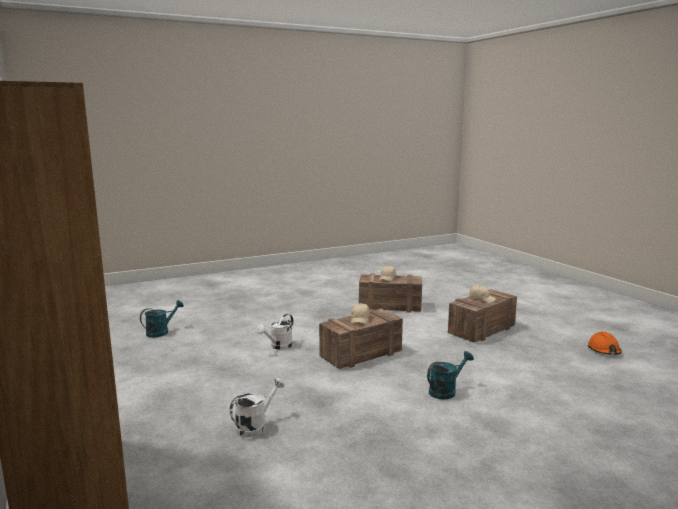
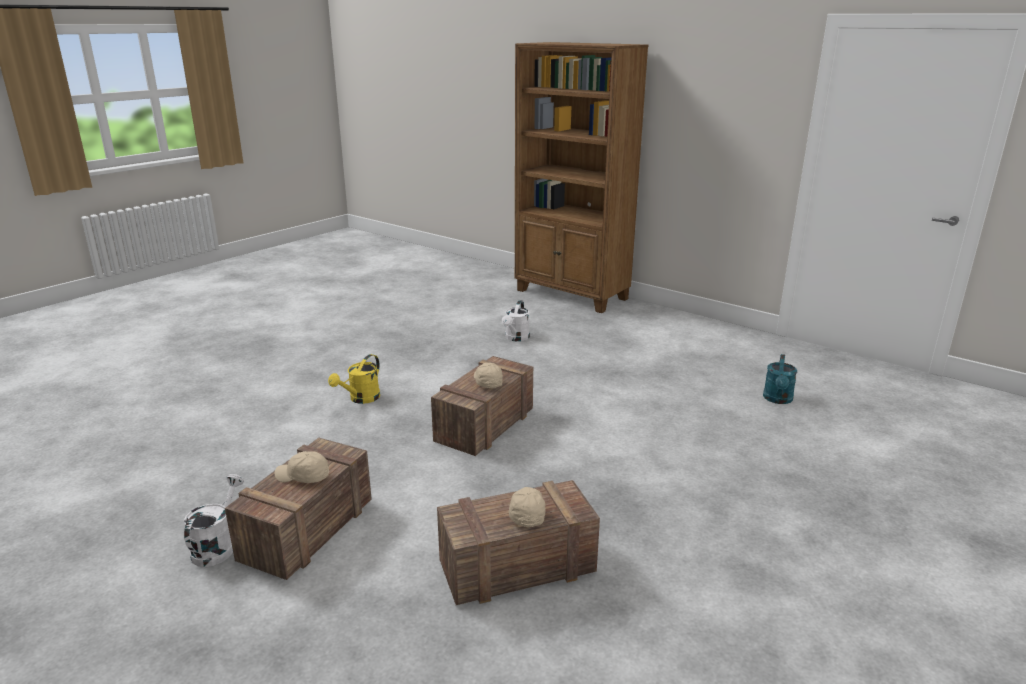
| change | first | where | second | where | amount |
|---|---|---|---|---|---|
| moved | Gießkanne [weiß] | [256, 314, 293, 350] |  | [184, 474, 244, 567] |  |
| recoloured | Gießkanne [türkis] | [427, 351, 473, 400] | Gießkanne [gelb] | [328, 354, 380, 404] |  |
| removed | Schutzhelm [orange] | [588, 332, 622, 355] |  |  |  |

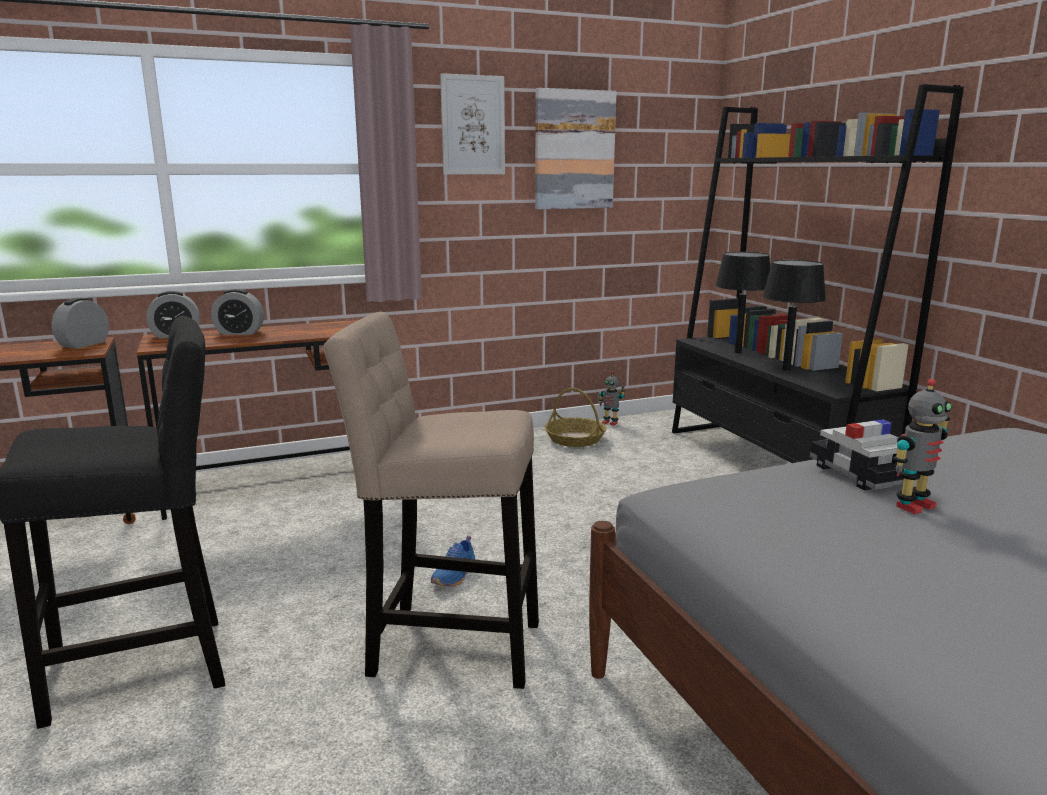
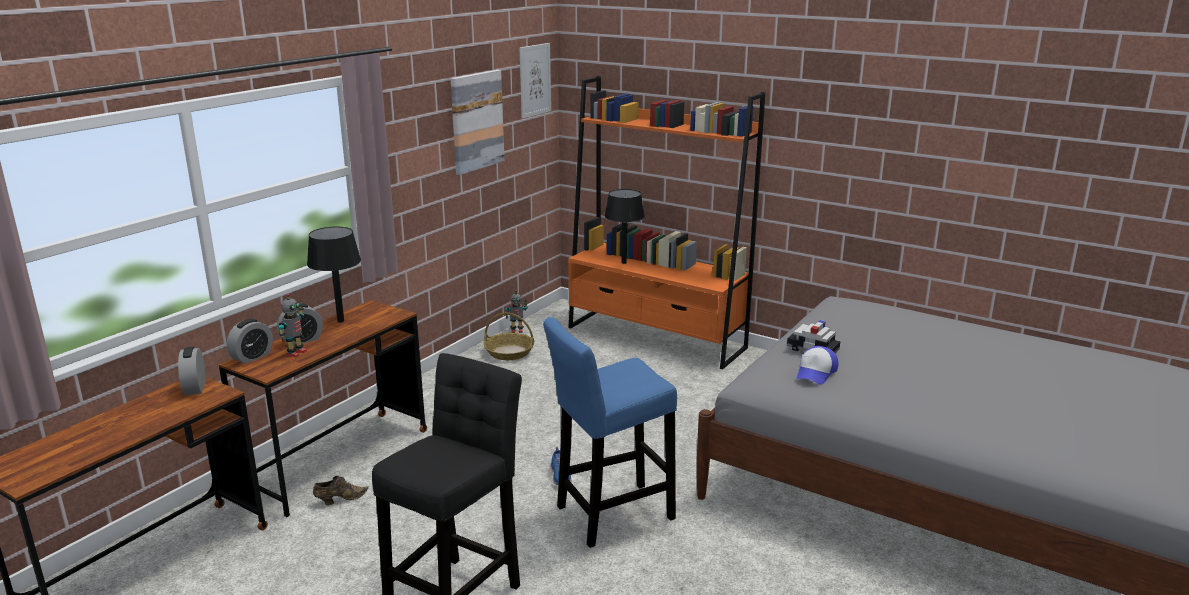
| change | first | where | second | where | amount |
|---|---|---|---|---|---|
| moved | Spielzeugroboter | [893, 379, 951, 514] |  | [279, 293, 307, 357] |  |
| moved | Tischlampe [schwarz] | [762, 260, 826, 371] |  | [307, 227, 361, 323] |  |
| added |  |  | Schuh [braun] | [313, 476, 369, 505] |  |
| moved | Bild | [440, 73, 505, 175] |  | [520, 43, 551, 118] |  |
| recoloured | Hocker [beige] | [324, 312, 539, 689] | Hocker [blau] | [543, 317, 677, 548] |  |
| recoloured | Bücherregal [schwarz] | [672, 84, 964, 463] | Bücherregal [orange] | [568, 76, 765, 370] |  |
| added |  |  | Kappe | [796, 346, 838, 384] |  |

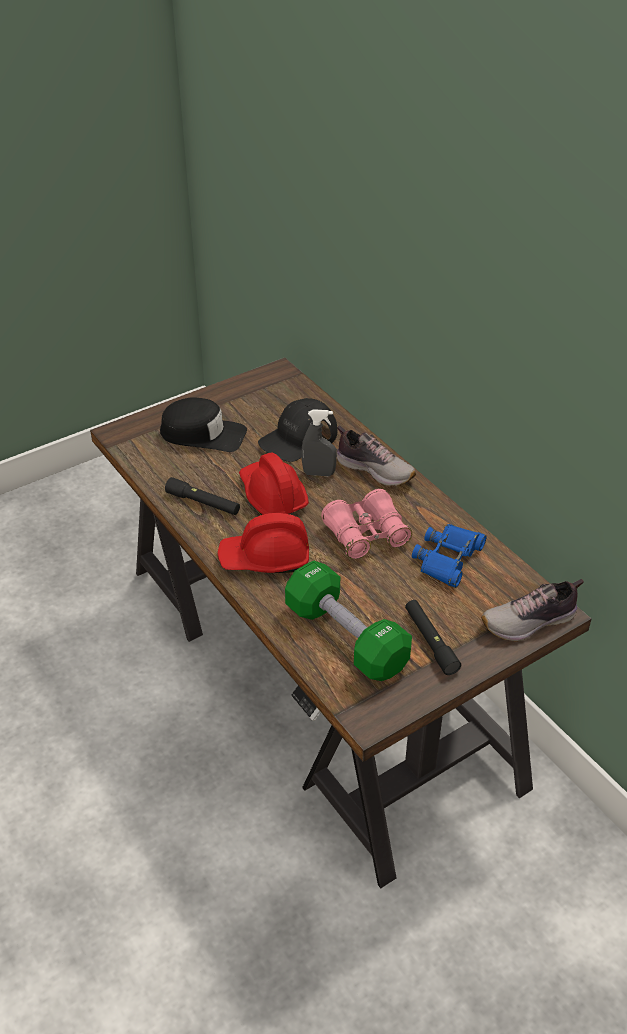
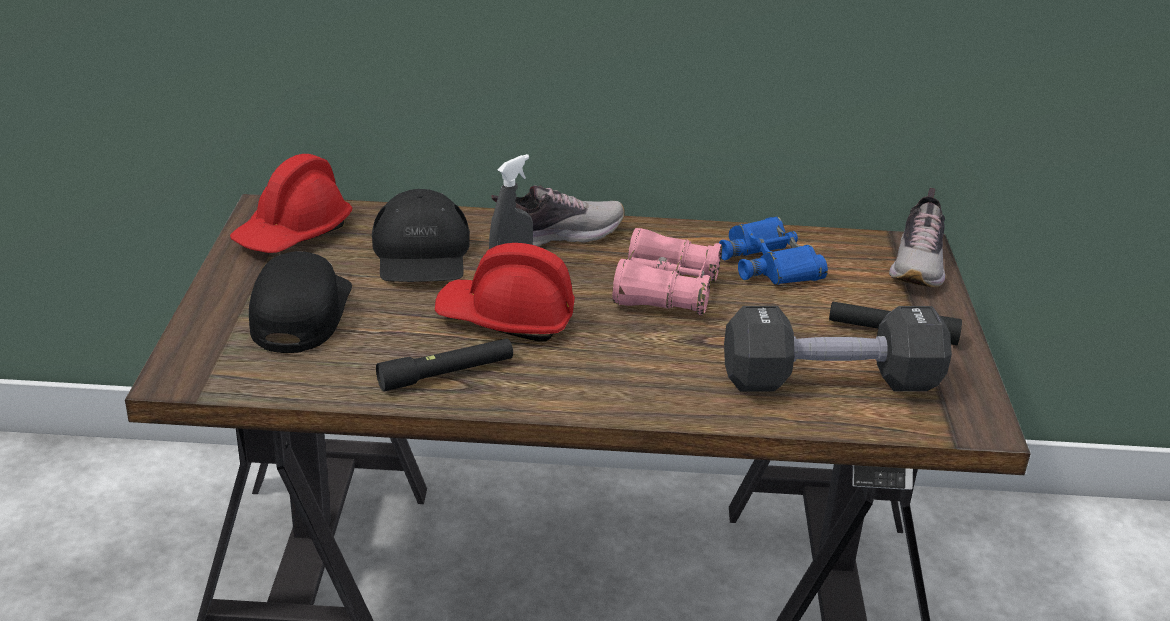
| change | first | where | second | where | amount |
|---|---|---|---|---|---|
| moved | Schutzhelm [rot] | [218, 513, 309, 573] |  | [230, 154, 353, 253] |  |
| turned | Kappe [schwarz] | [160, 397, 247, 452] |  | [249, 251, 352, 353] | 45 degrees counterclockwise |
| recoloured | Hantel [grün] | [285, 561, 412, 681] | Hantel [schwarz] | [724, 306, 952, 392] |  |

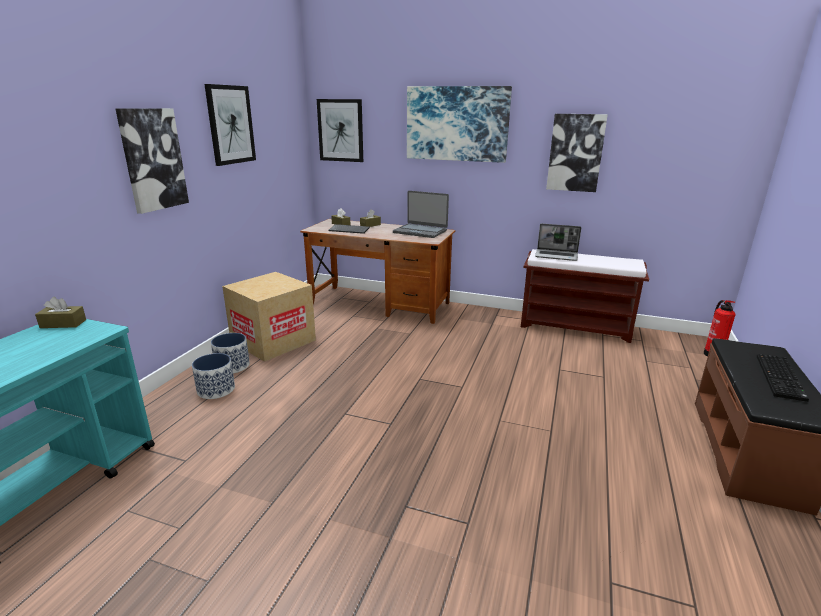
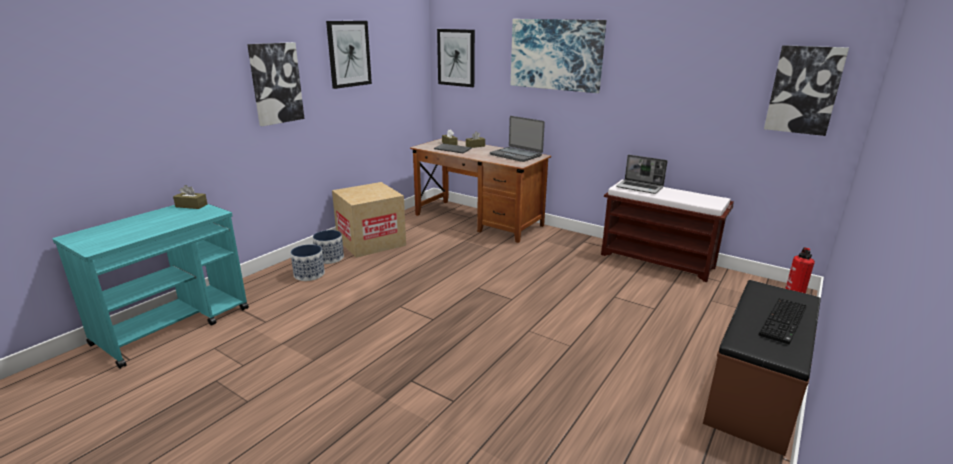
| change | first | where | second | where | amount |
|---|---|---|---|---|---|
| moved | Bild | [546, 114, 608, 192] |  | [764, 45, 849, 136] |  |

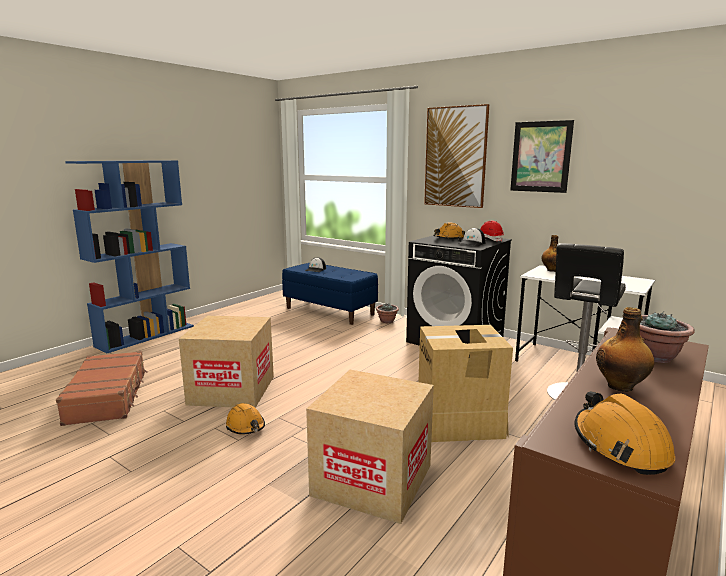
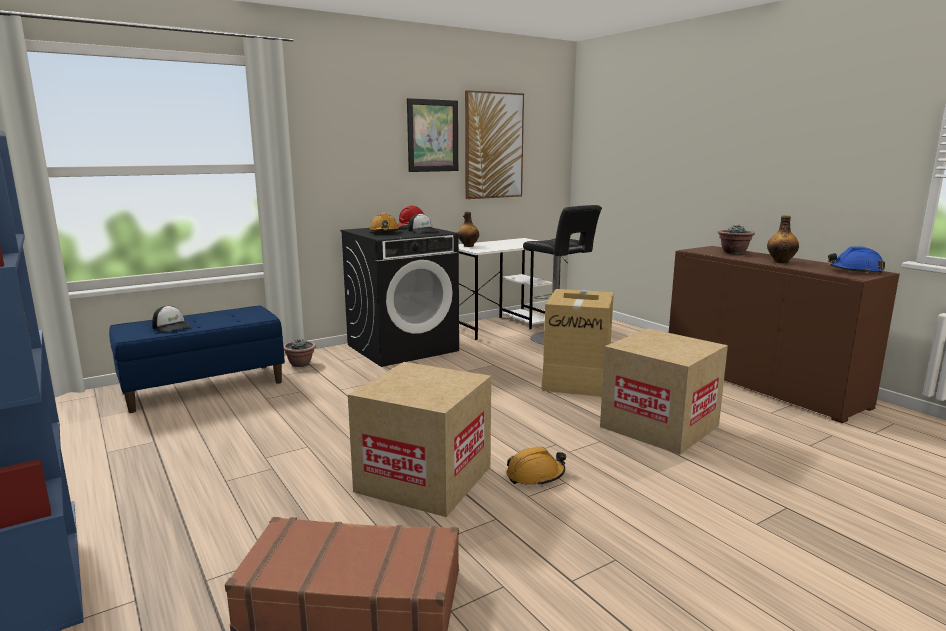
| change | first | where | second | where | amount |
|---|---|---|---|---|---|
| moved | Bild | [424, 104, 489, 208] |  | [465, 90, 524, 199] |  |
| recoloured | Schutzhelm [orange] | [574, 391, 675, 475] | Schutzhelm [blau] | [828, 246, 885, 274] |  |

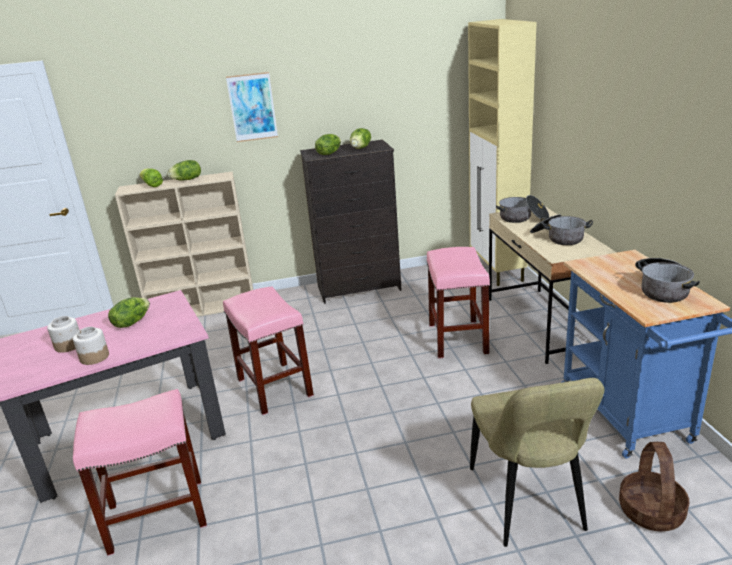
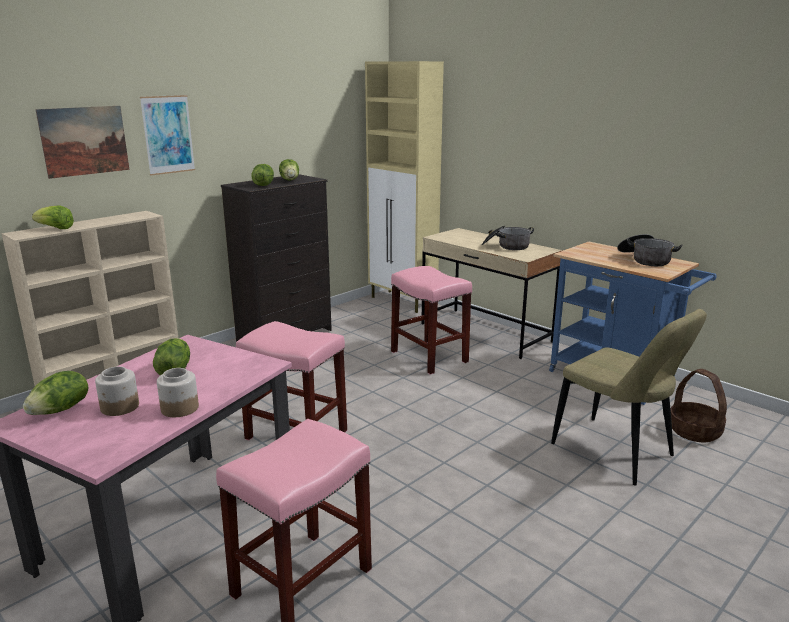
| change | first | where | second | where | amount |
|---|---|---|---|---|---|
| moved | Salatkopf | [167, 160, 201, 180] |  | [23, 371, 89, 415] |  |
| added |  |  | Bild | [35, 106, 129, 179] |  |
| removed | Kochtopf | [496, 195, 549, 223] |  |  |  |

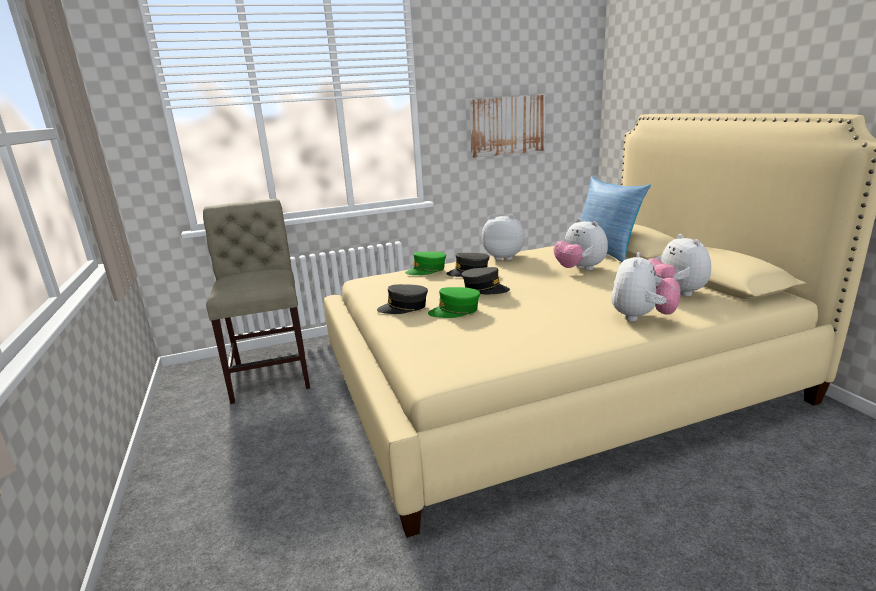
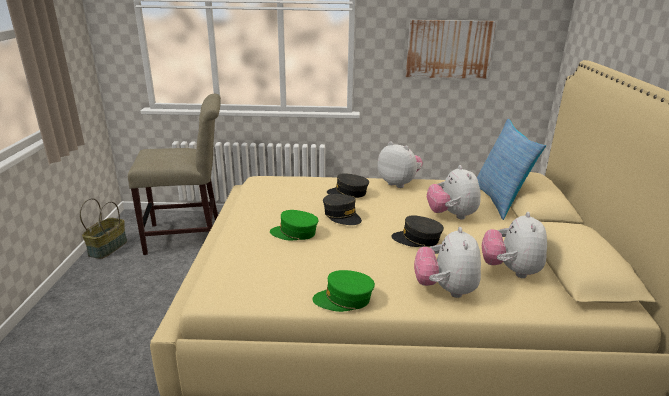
| change | first | where | second | where | amount |
|---|---|---|---|---|---|
| added |  |  | Korb | [80, 198, 127, 259] |  |
| turned | Stuhl [beige] | [203, 199, 310, 404] |  | [128, 94, 221, 255] | 75 degrees clockwise |
| moved | Kappe [grün] | [405, 252, 446, 275] |  | [313, 270, 375, 312] |  |
| moved | Kappe [grau] | [377, 284, 428, 314] |  | [391, 215, 444, 247] |  |
| turned | Plüschtier | [611, 252, 681, 321] |  | [414, 227, 481, 298] | 135 degrees clockwise |

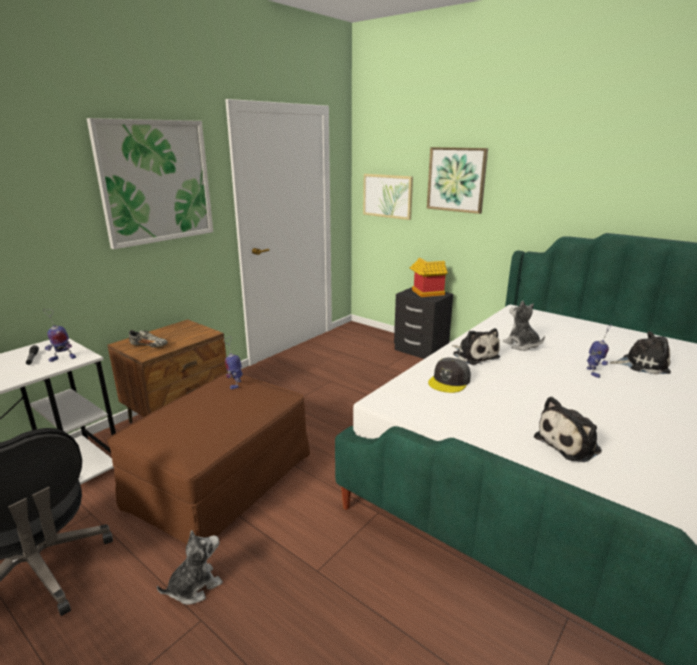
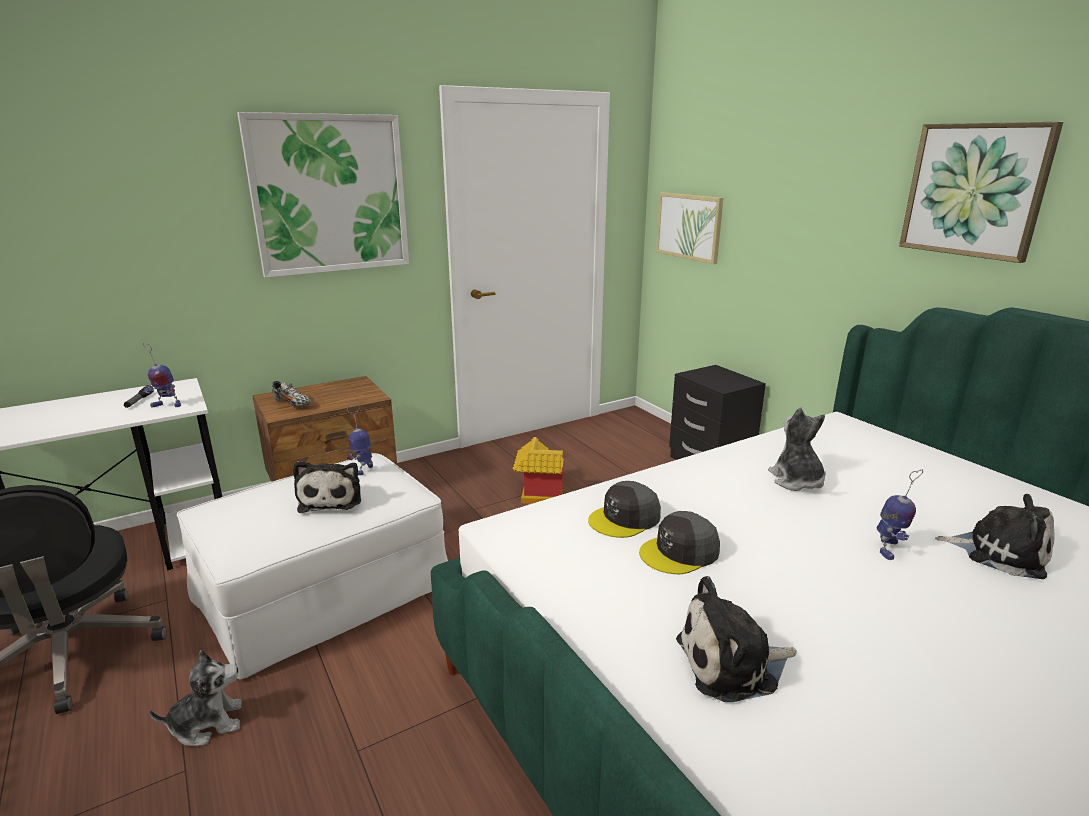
| change | first | where | second | where | amount |
|---|---|---|---|---|---|
| recoloured | Polsterhocker [braun] | [107, 373, 310, 544] | Polsterhocker [weiß] | [177, 453, 448, 680] |  |
| moved | Plüschtier | [452, 328, 500, 365] |  | [293, 461, 361, 513] |  |
| moved | Spielzeughaus | [410, 258, 448, 297] |  | [513, 437, 563, 504] |  |
| added |  |  | Kappe [grau] | [639, 511, 720, 574] |  |
| moved | Bild | [427, 147, 488, 214] |  | [899, 122, 1063, 263] |  |

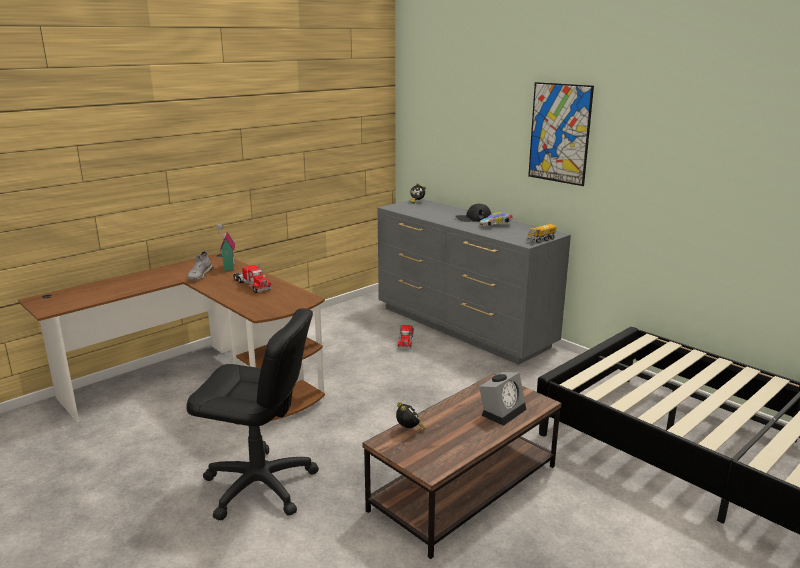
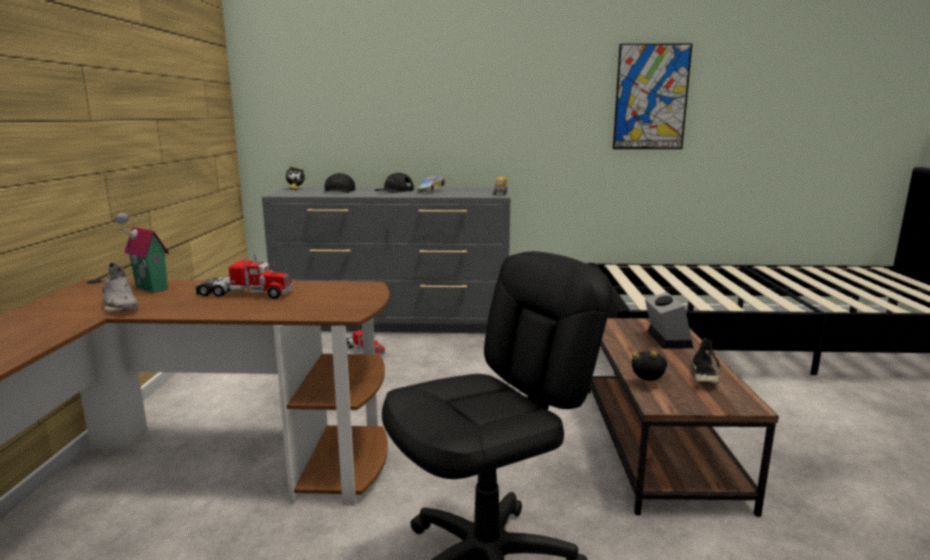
| change | first | where | second | where | amount |
|---|---|---|---|---|---|
| added |  |  | Kappe [schwarz] | [324, 173, 355, 193] |  |
| moved | Bild | [528, 82, 594, 186] |  | [613, 43, 693, 149] |  |
| added |  |  | Schuh [schwarz] | [693, 338, 721, 385] |  |

